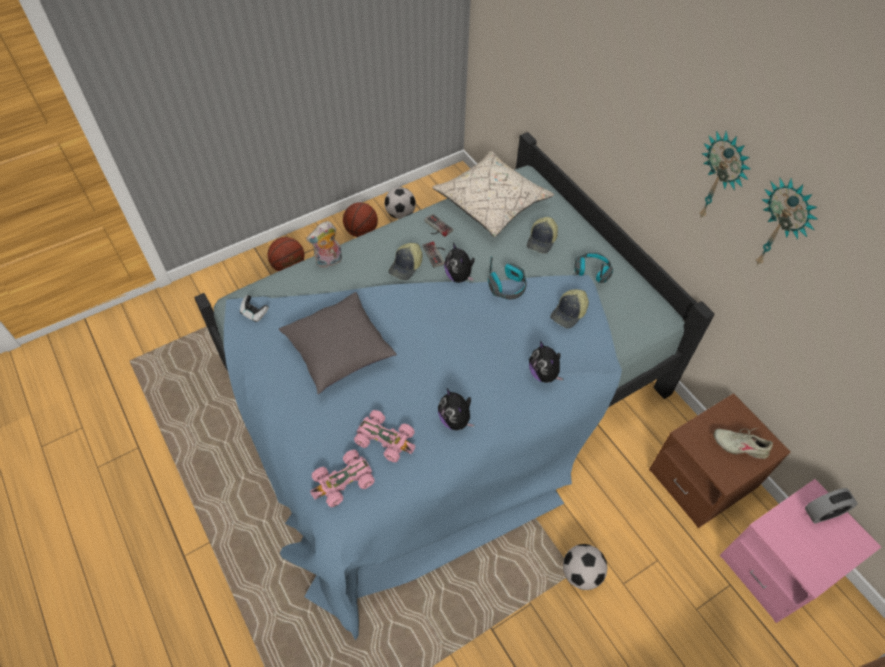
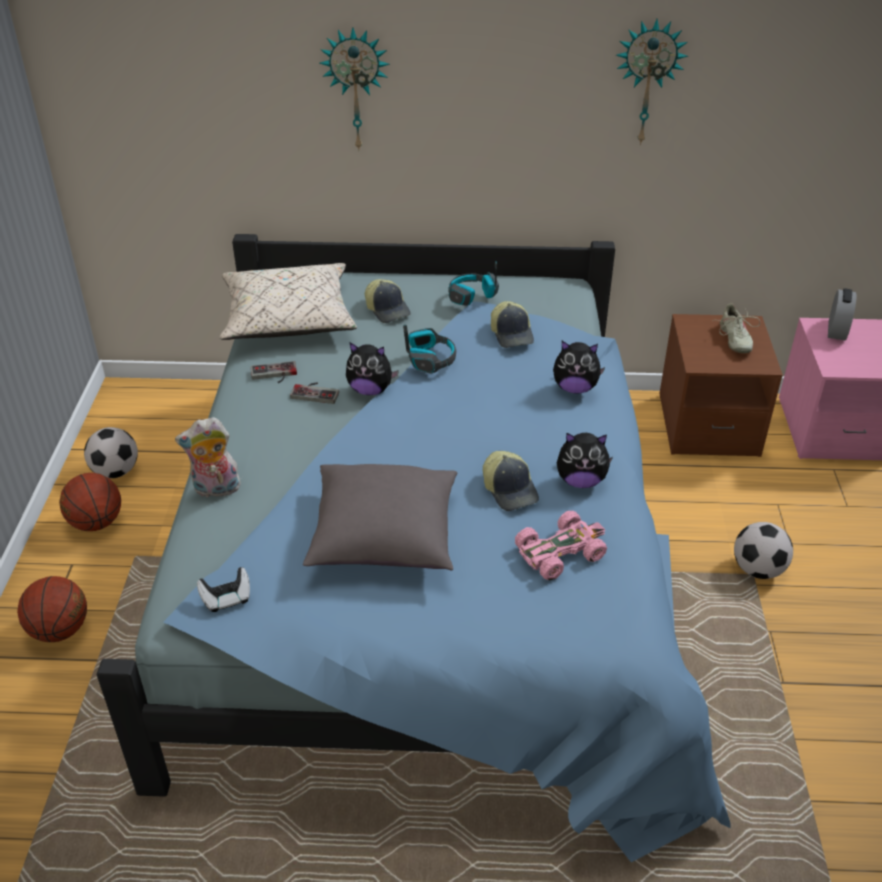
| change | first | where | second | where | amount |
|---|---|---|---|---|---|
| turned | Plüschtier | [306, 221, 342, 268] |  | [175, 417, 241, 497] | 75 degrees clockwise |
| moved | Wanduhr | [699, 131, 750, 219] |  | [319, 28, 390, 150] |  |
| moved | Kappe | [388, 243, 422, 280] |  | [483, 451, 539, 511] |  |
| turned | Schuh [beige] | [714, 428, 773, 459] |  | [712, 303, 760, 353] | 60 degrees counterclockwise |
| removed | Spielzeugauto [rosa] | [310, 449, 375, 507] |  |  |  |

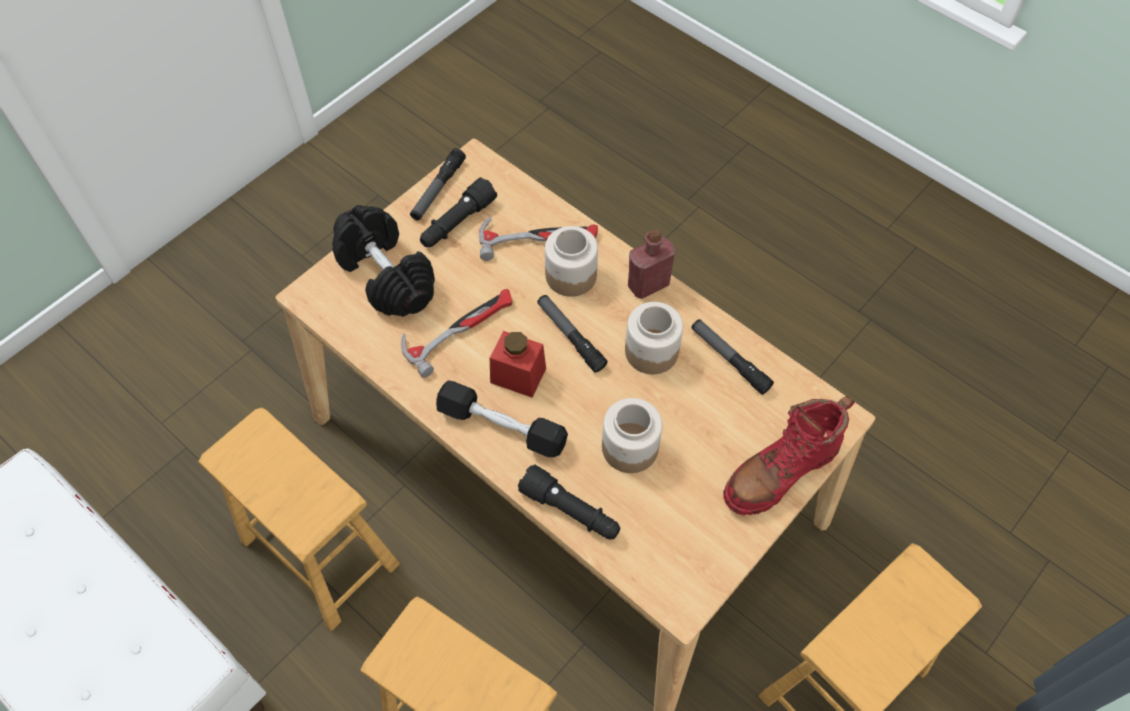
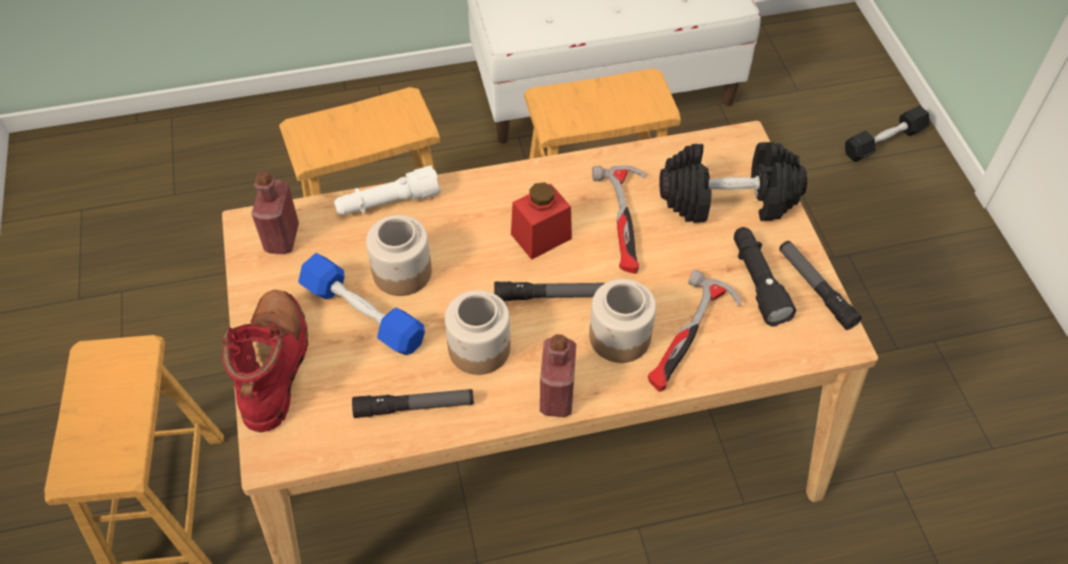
| change | first | where | second | where | amount |
|---|---|---|---|---|---|
| added |  |  | Flasche [rot] | [251, 171, 299, 254] |  |
| added |  |  | Hantel [blau] | [298, 253, 425, 355] |  |
| recoloured | Taschenlampe [schwarz] | [518, 464, 620, 539] | Taschenlampe [weiß] | [334, 165, 441, 215] |  |
| moved | Hantel [schwarz] | [436, 380, 568, 457] |  | [845, 105, 930, 162] |  |

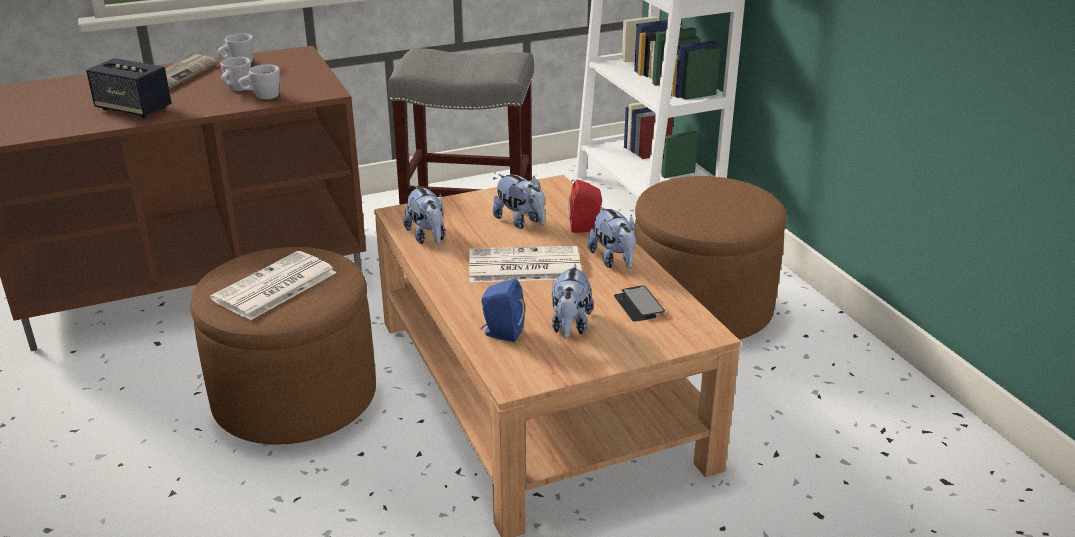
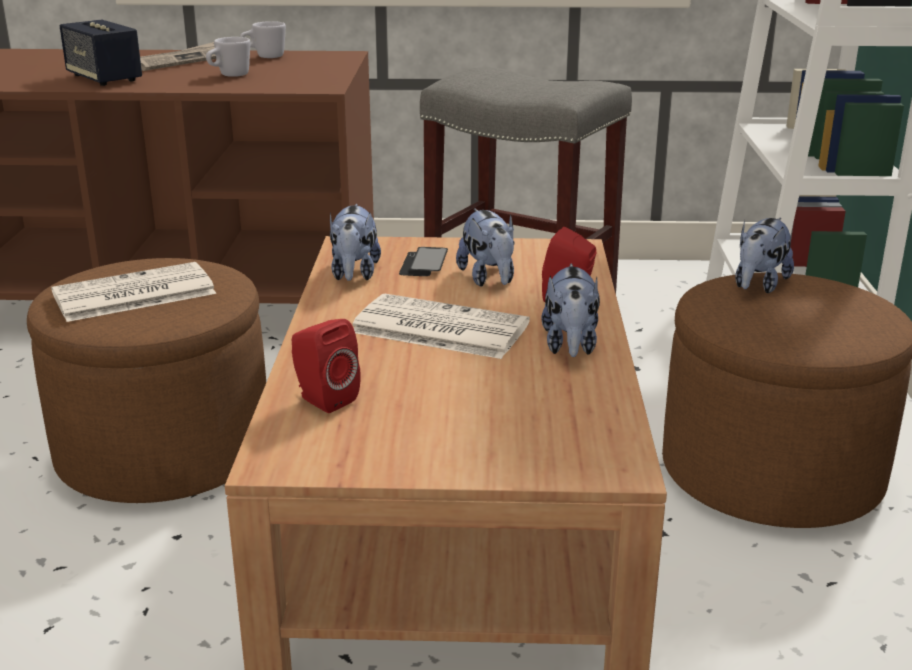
| change | first | where | second | where | amount |
|---|---|---|---|---|---|
| recoloured | Lautsprecher [blau] | [481, 279, 525, 342] | Lautsprecher [rot] | [292, 319, 361, 413] |  |
| moved | Handy | [614, 286, 665, 322] |  | [399, 247, 448, 276] |  |
| moved | Plüschtier | [552, 264, 594, 339] |  | [735, 217, 794, 293] |  |
| removed | Henkelbecher [weiß] | [238, 64, 280, 100] |  |  |  |

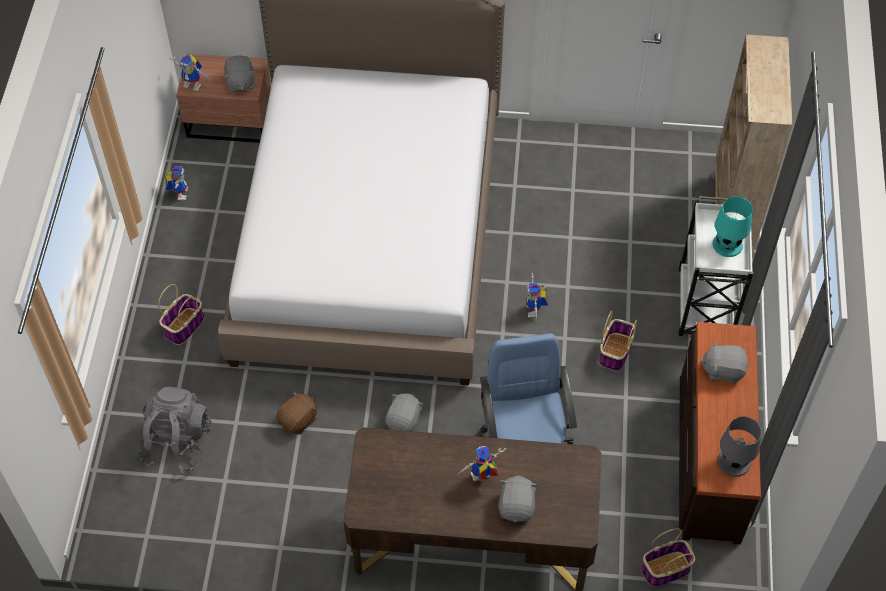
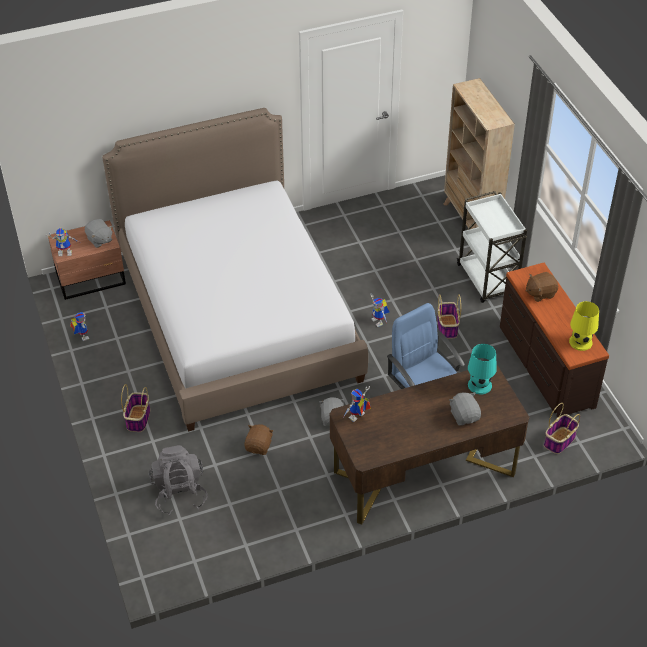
| change | first | where | second | where | amount |
|---|---|---|---|---|---|
| moved | Spielzeugroboter | [458, 446, 506, 482] |  | [344, 386, 371, 422] |  |
| moved | Tischlampe [türkis] | [713, 196, 753, 257] |  | [468, 344, 497, 395] |  |
| recoloured | Plüschtier [grau] | [700, 340, 748, 383] | Plüschtier [braun] | [526, 272, 558, 302] |  |
| recoloured | Tischlampe [grau] | [718, 416, 762, 477] | Tischlampe [gelb] | [569, 301, 599, 351] |  |

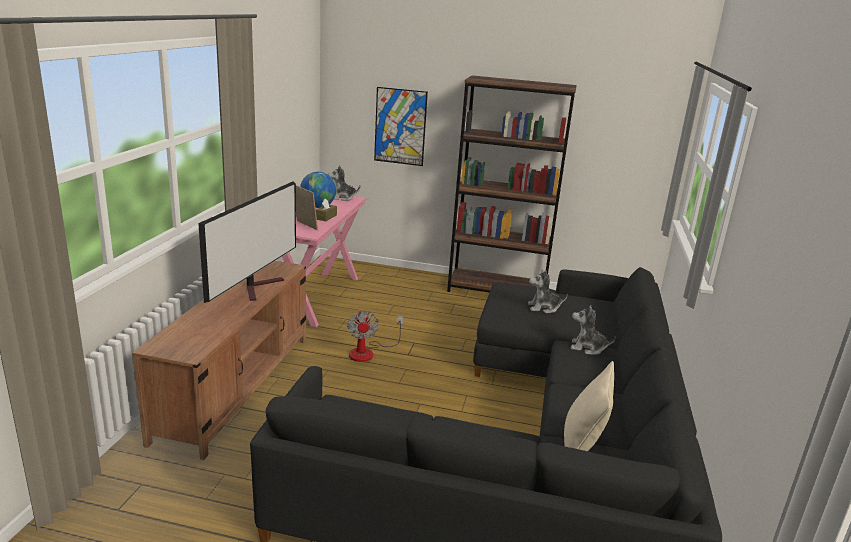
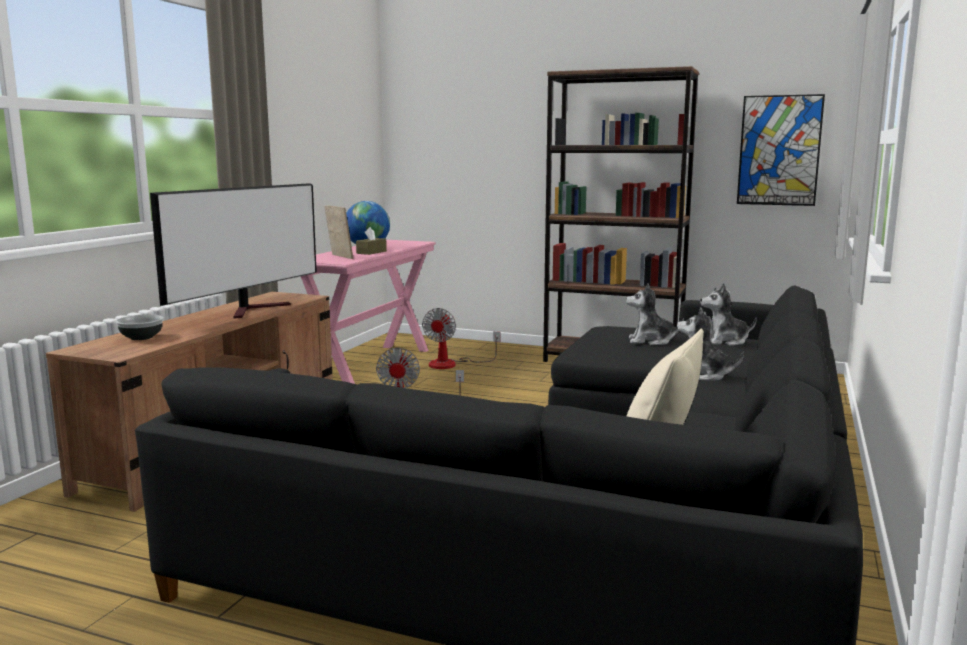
| change | first | where | second | where | amount |
|---|---|---|---|---|---|
| added |  |  | Schüssel | [116, 315, 164, 340] |  |
| added |  |  | Ventilator | [422, 308, 500, 369] |  |
| moved | Plüschtier | [328, 166, 360, 201] |  | [700, 283, 757, 346] |  |
| moved | Bild | [374, 87, 428, 166] |  | [737, 94, 825, 206] |  |

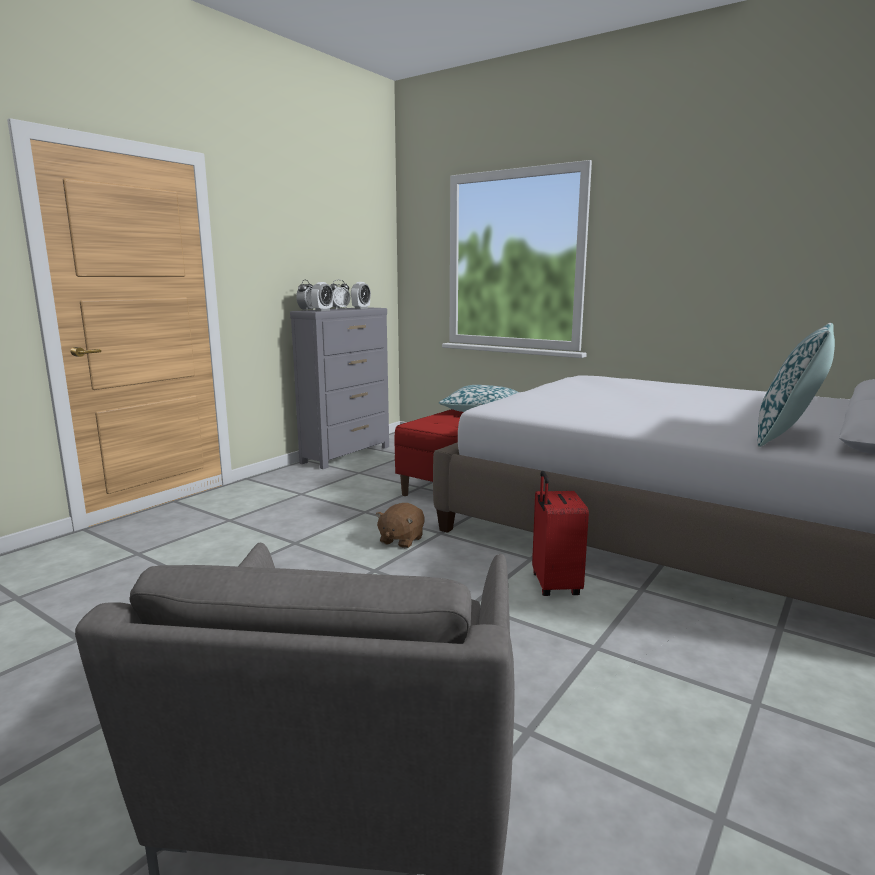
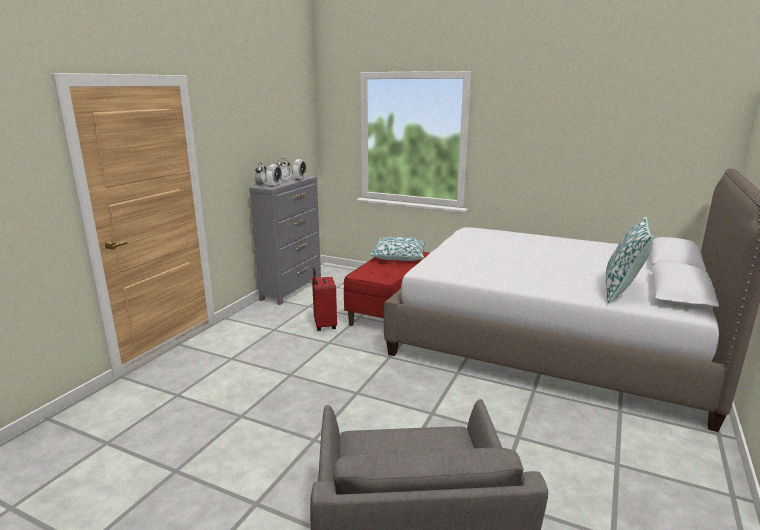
| change | first | where | second | where | amount |
|---|---|---|---|---|---|
| moved | Koffer [rot] | [532, 471, 589, 596] |  | [312, 268, 337, 331] |  |
| removed | Plüschtier [braun] | [376, 503, 425, 548] |  |  |  |

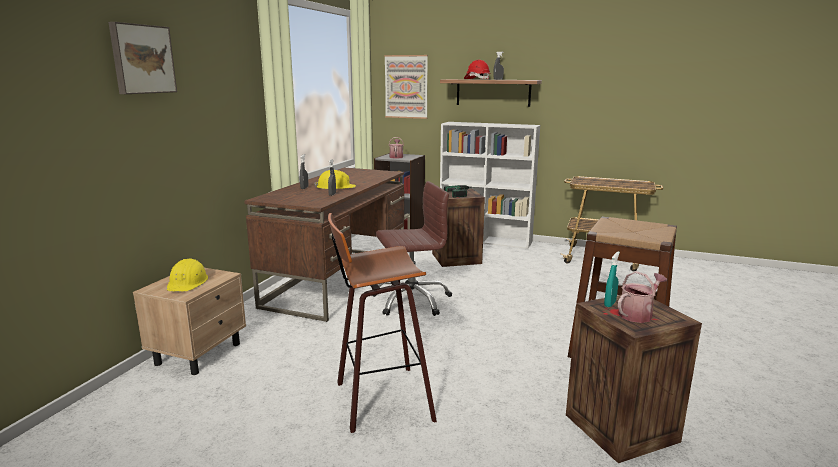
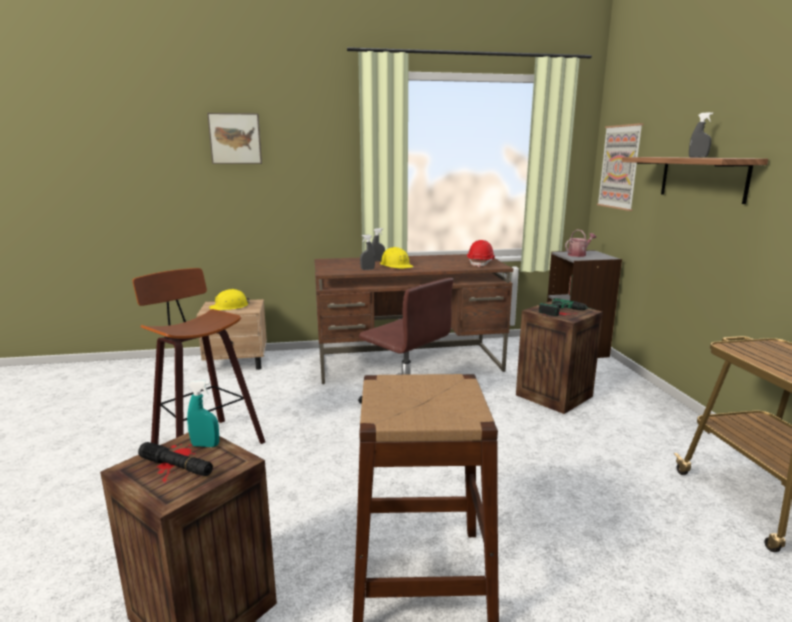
| change | first | where | second | where | amount |
|---|---|---|---|---|---|
| replaced | Gießkanne | [618, 271, 667, 323] | Taschenlampe [schwarz] | [138, 442, 213, 476] |  |
| moved | Schutzhelm [rot] | [464, 60, 490, 80] |  | [467, 240, 495, 267] |  |
| removed | Bücherregal [weiß] | [440, 122, 540, 249] |  |  |  |

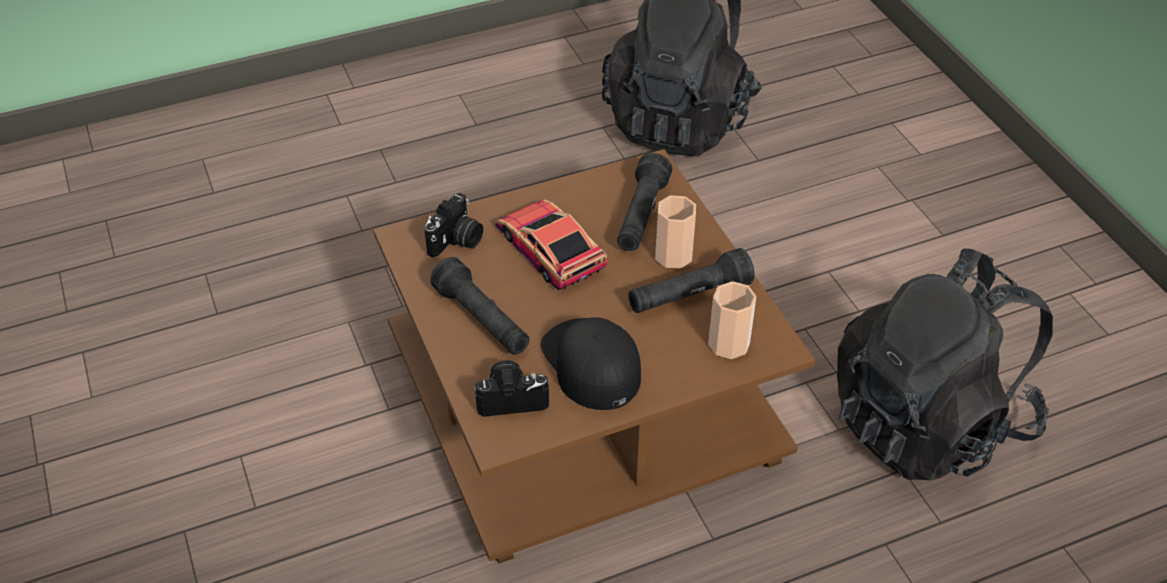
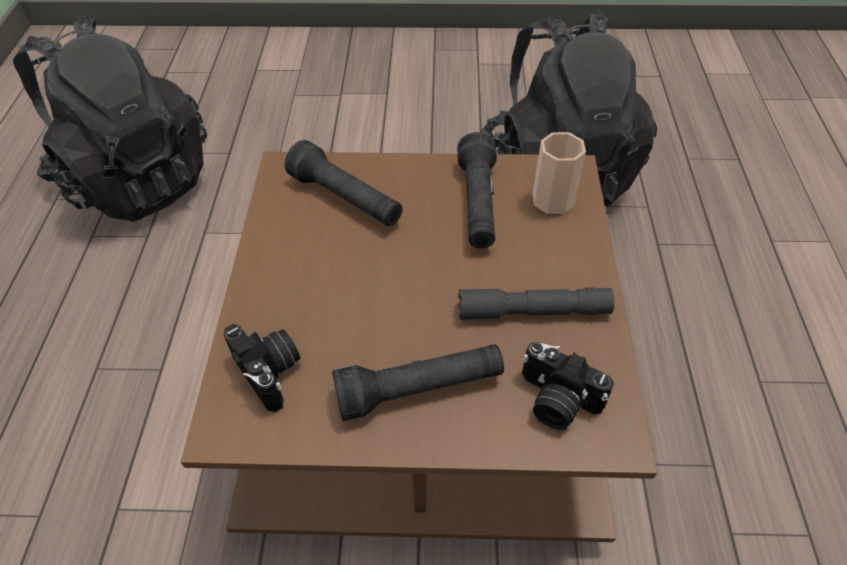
| change | first | where | second | where | amount |
|---|---|---|---|---|---|
| replaced | Kappe [schwarz] | [541, 317, 641, 410] | Taschenlampe [grau] | [458, 287, 615, 320] |  |
| turned | Kamera | [474, 360, 549, 417] |  | [522, 342, 614, 430] | 75 degrees counterclockwise |
| removed | Spielzeugauto | [495, 199, 607, 290] |  |  |  |
| removed | Tasse | [655, 195, 696, 268] |  |  |  |

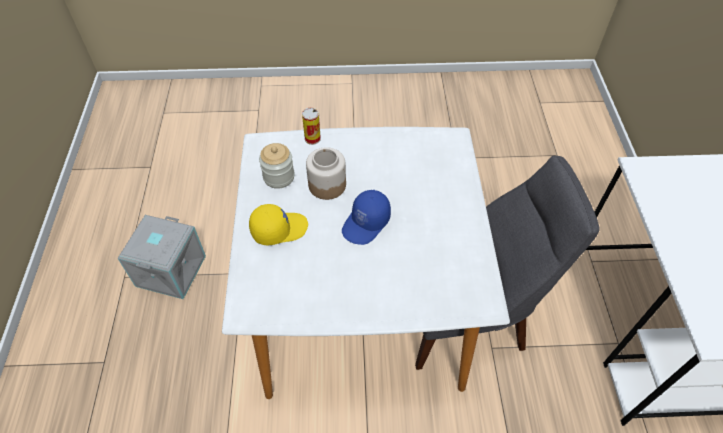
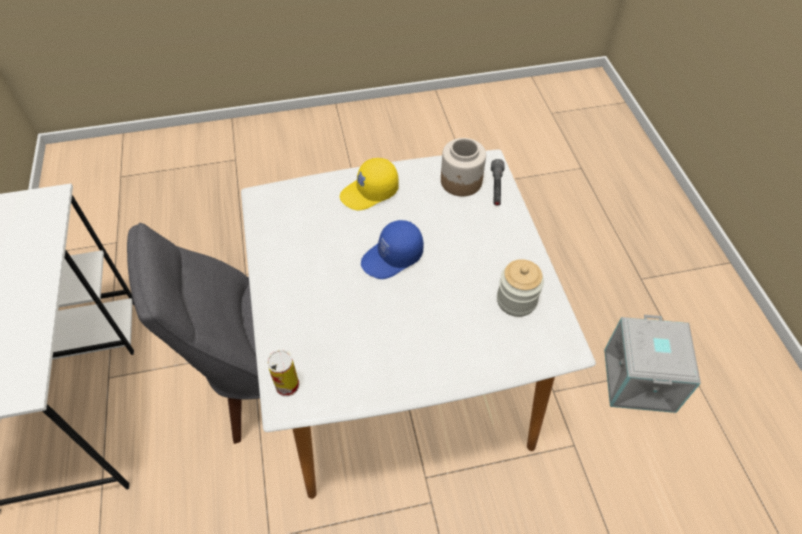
| change | first | where | second | where | amount |
|---|---|---|---|---|---|
| moved | Dose | [302, 108, 321, 145] |  | [267, 350, 299, 396] |  |
| moved | Kappe [gelb] | [249, 204, 308, 245] |  | [340, 158, 399, 211] |  |
| turned | Kappe [blau] | [342, 190, 391, 245] |  | [361, 220, 424, 279] | 150 degrees counterclockwise |
| moved | Vorratsglas | [306, 147, 346, 200] |  | [441, 138, 486, 196] |  |
| added |  |  | Taschenlampe [grau] | [491, 159, 505, 206] |  |

